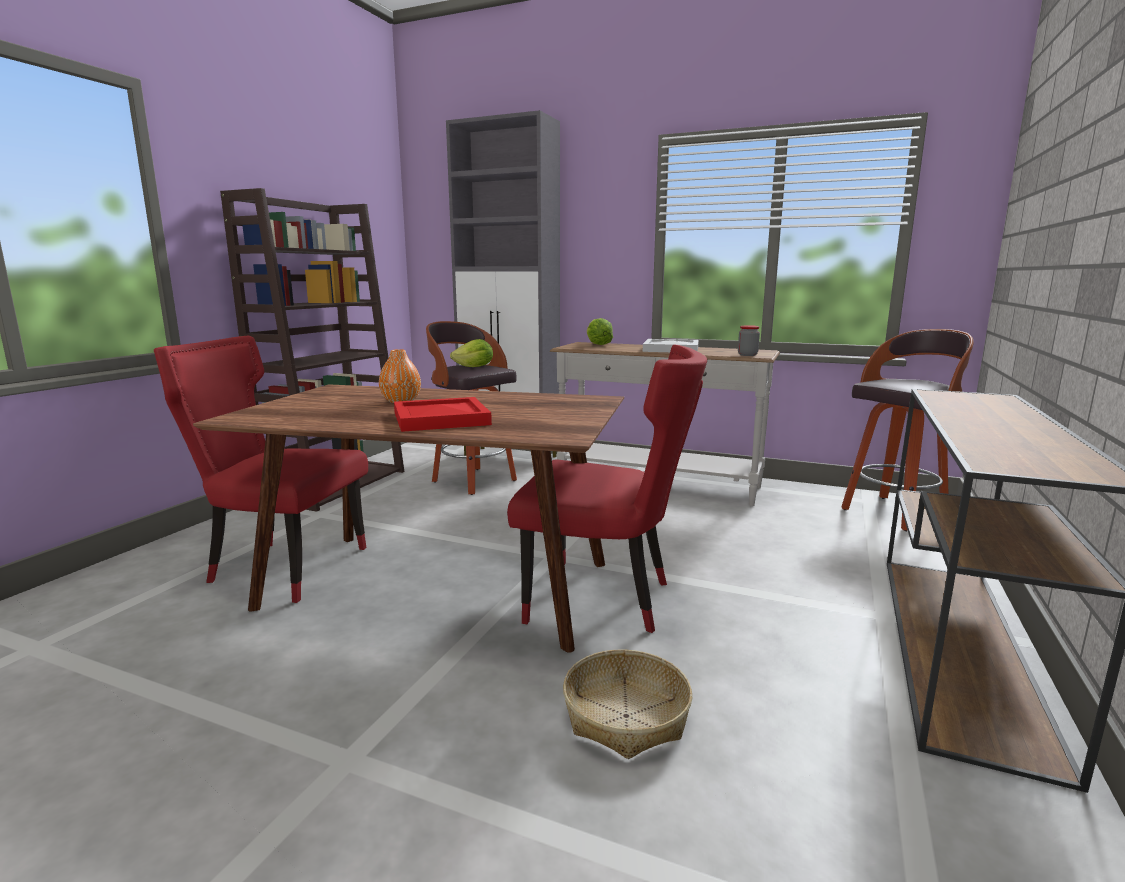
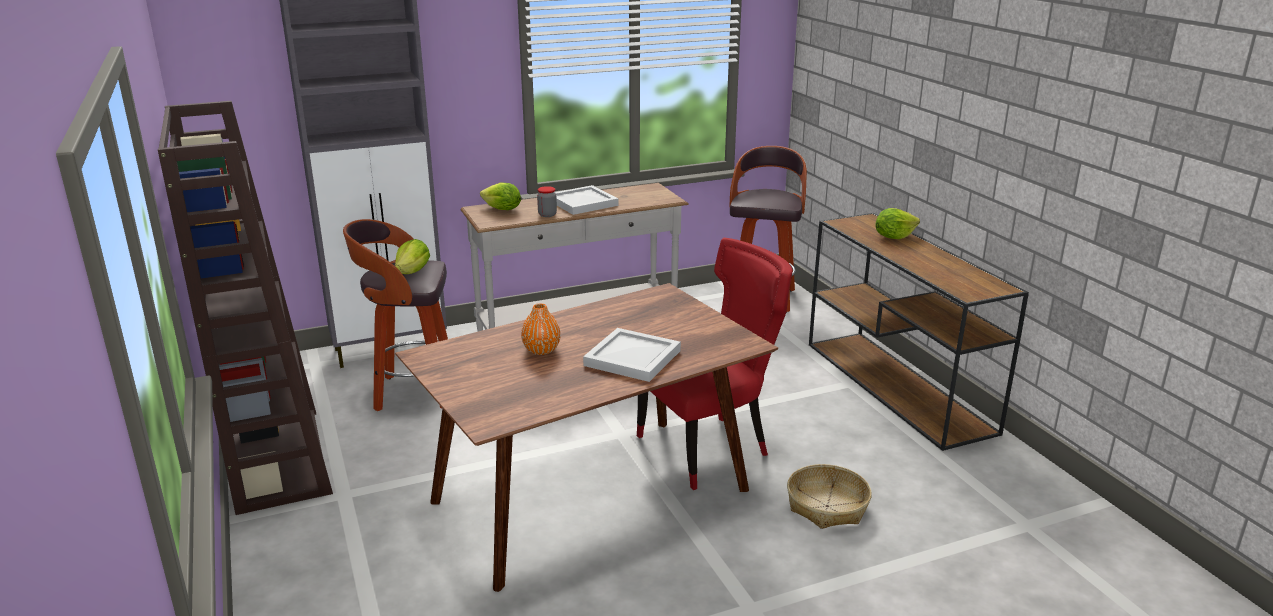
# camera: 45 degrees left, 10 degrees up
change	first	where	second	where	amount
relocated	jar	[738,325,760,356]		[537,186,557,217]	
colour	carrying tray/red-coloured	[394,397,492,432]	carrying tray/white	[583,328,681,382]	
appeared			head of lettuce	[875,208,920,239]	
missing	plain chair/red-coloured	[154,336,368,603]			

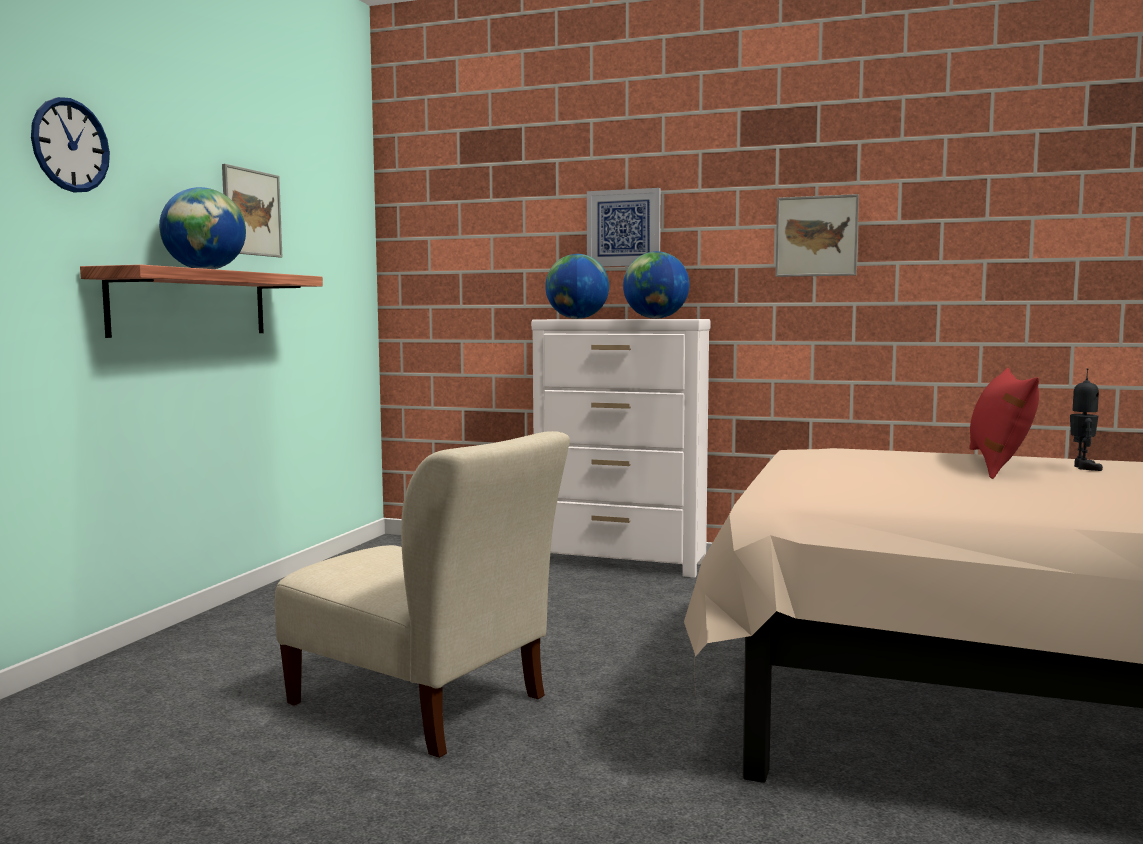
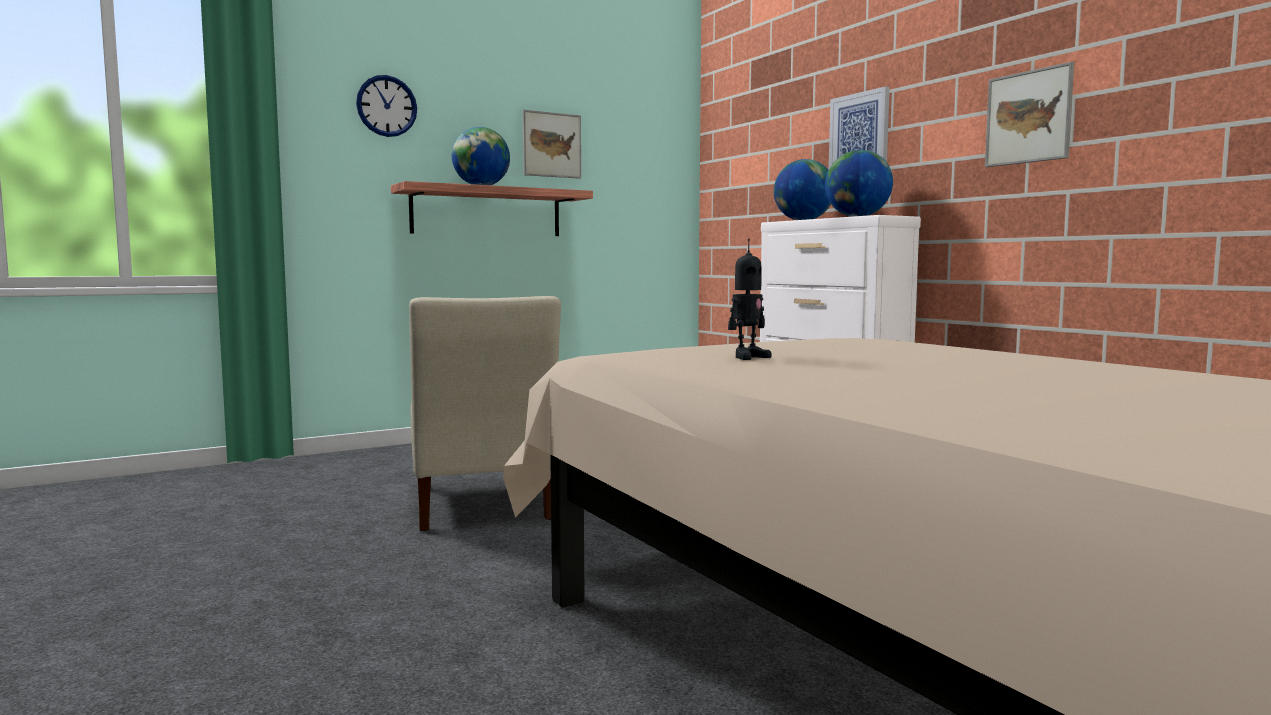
# camera: 40 degrees right, 0 degrees up
change	first	where	second	where	amount
relocated	robot figure	[1070,368,1103,471]		[728,239,772,360]	
missing	cushion/red-coloured	[969,368,1039,479]			

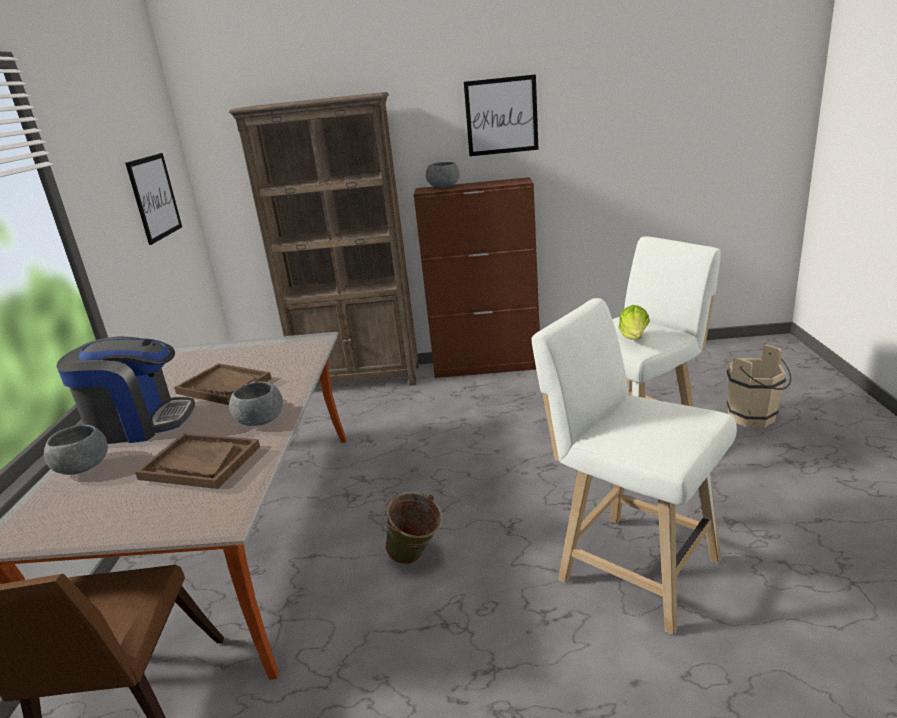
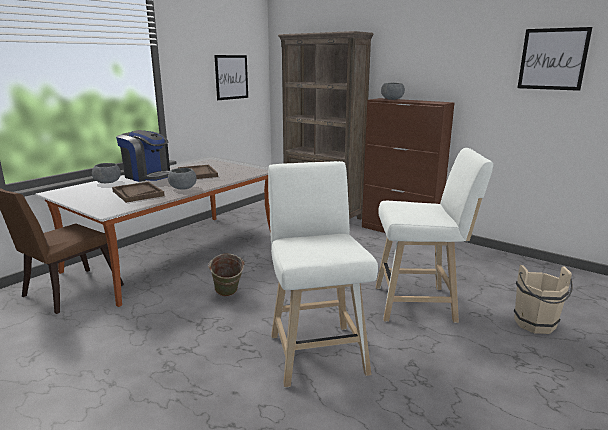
# camera: 35 degrees right, 5 degrees down
change	first	where	second	where	amount
relocated	picture	[464,74,539,156]		[518,27,592,91]	
missing	head of lettuce	[618,305,650,340]			

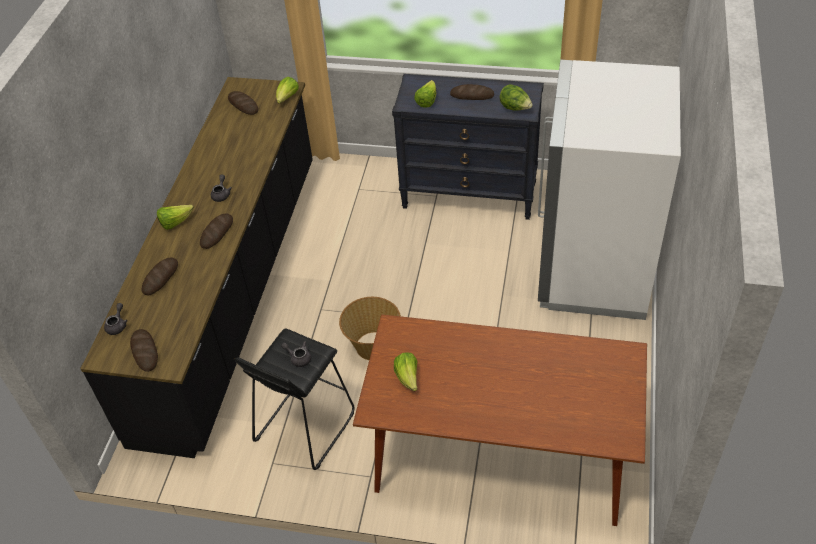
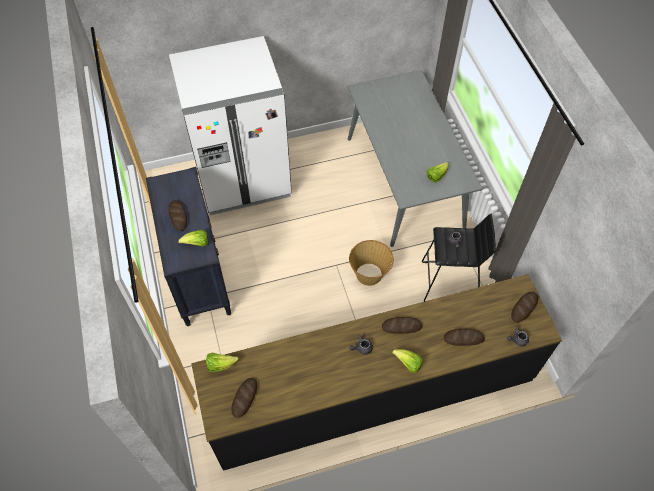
# camera: 120 degrees left, 10 degrees up
change	first	where	second	where	amount
colour	dining table/brown	[353,314,647,526]	dining table/grey	[348,70,482,247]	
missing	head of lettuce	[499,84,533,111]			

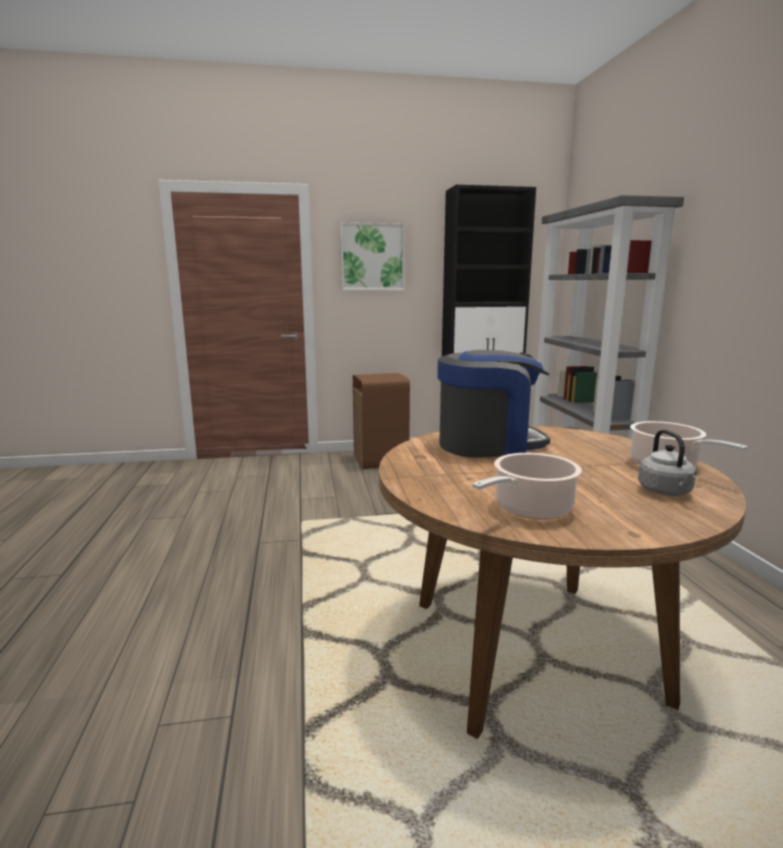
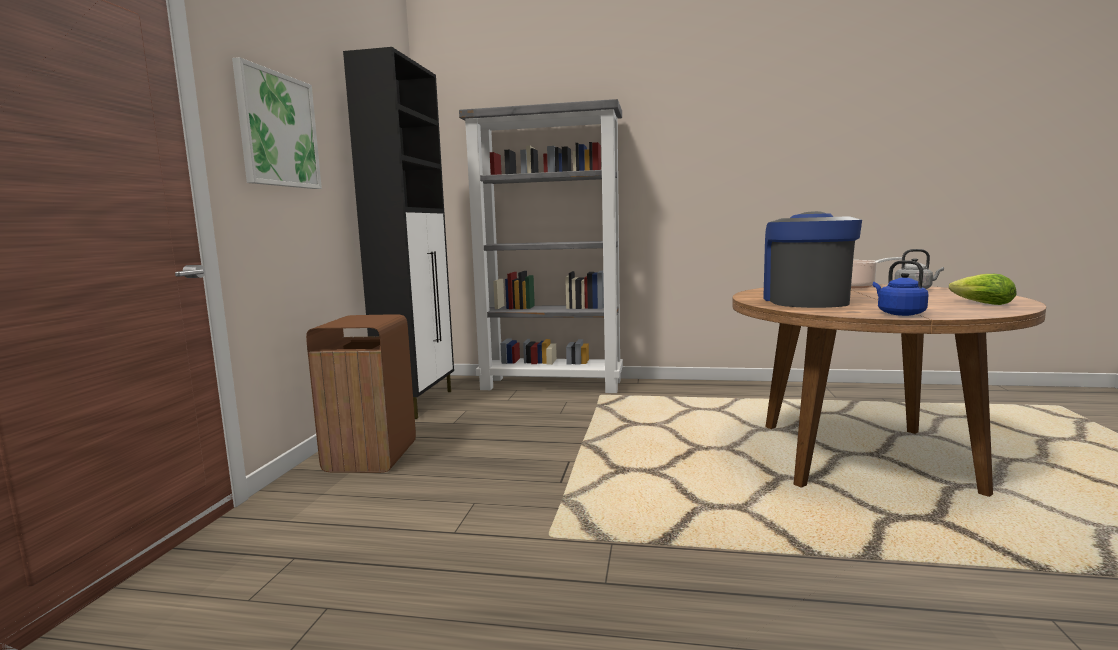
# camera: 70 degrees left, 5 degrees down
change	first	where	second	where	amount
appeared			tea kettle/blue	[873,260,929,316]	
exchanged	saucepot	[472,453,582,519]	head of lettuce	[949,274,1017,305]	

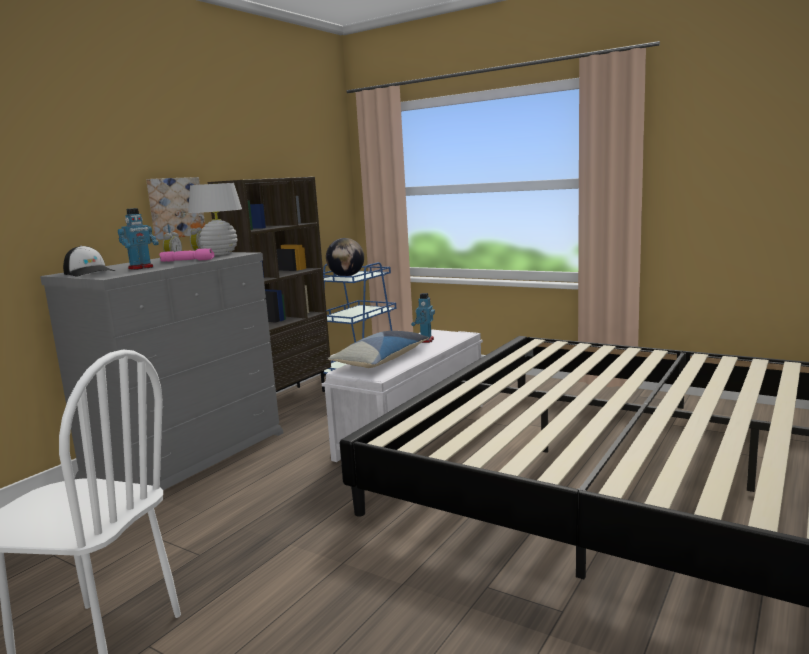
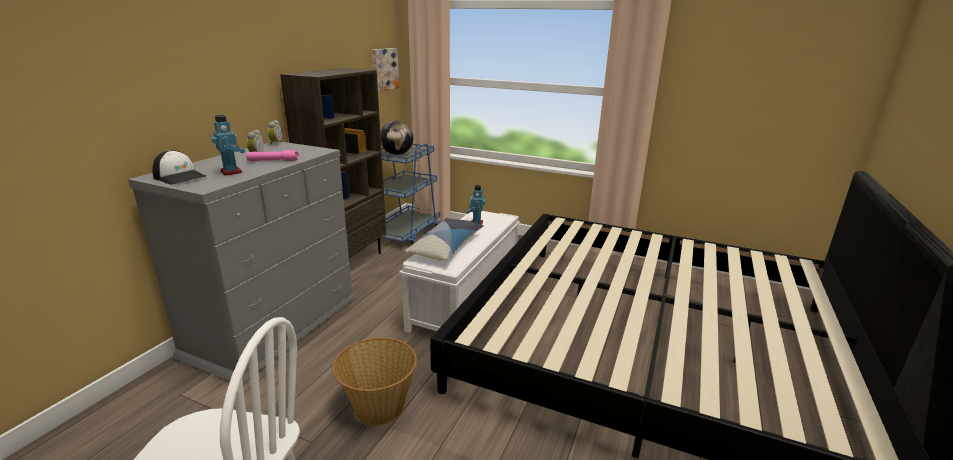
# camera: 10 degrees left, 10 degrees up
change	first	where	second	where	amount
spun	robot figure	[118,208,159,270]		[211,115,245,175]	75 degrees counterclockwise
appeared			household basket	[332,338,417,426]	
relocated	picture	[146,177,205,240]		[372,48,399,92]	
missing	lamp for a table/white	[188,183,242,255]			

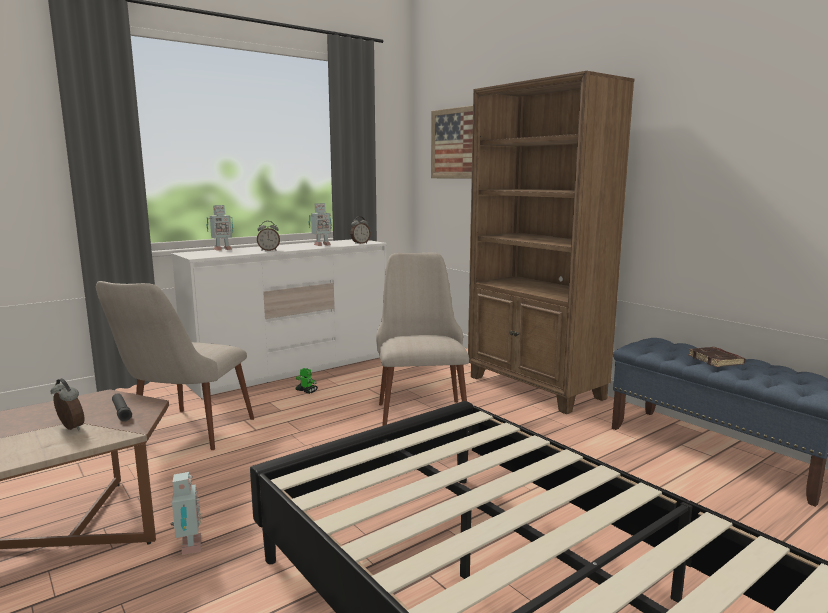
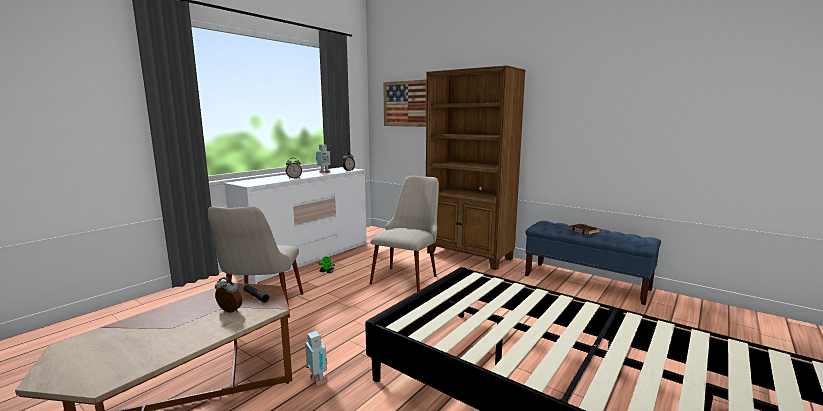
# camera: 15 degrees left, 0 degrees up
change	first	where	second	where	amount
spun	plain chair/beige	[376,253,469,426]		[370,176,439,292]	45 degrees clockwise
missing	robot figure	[206,205,233,251]			

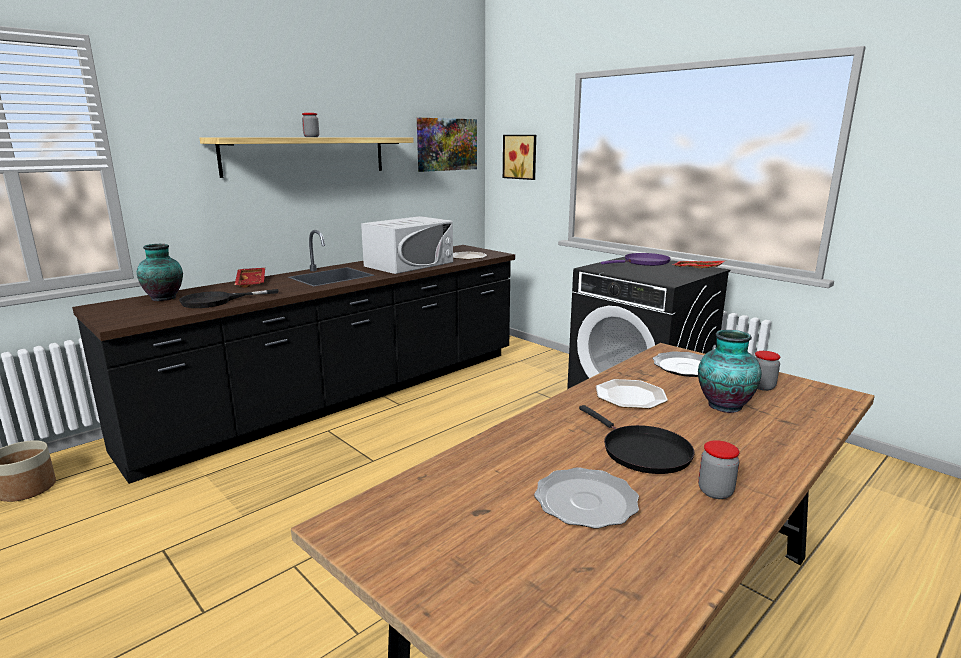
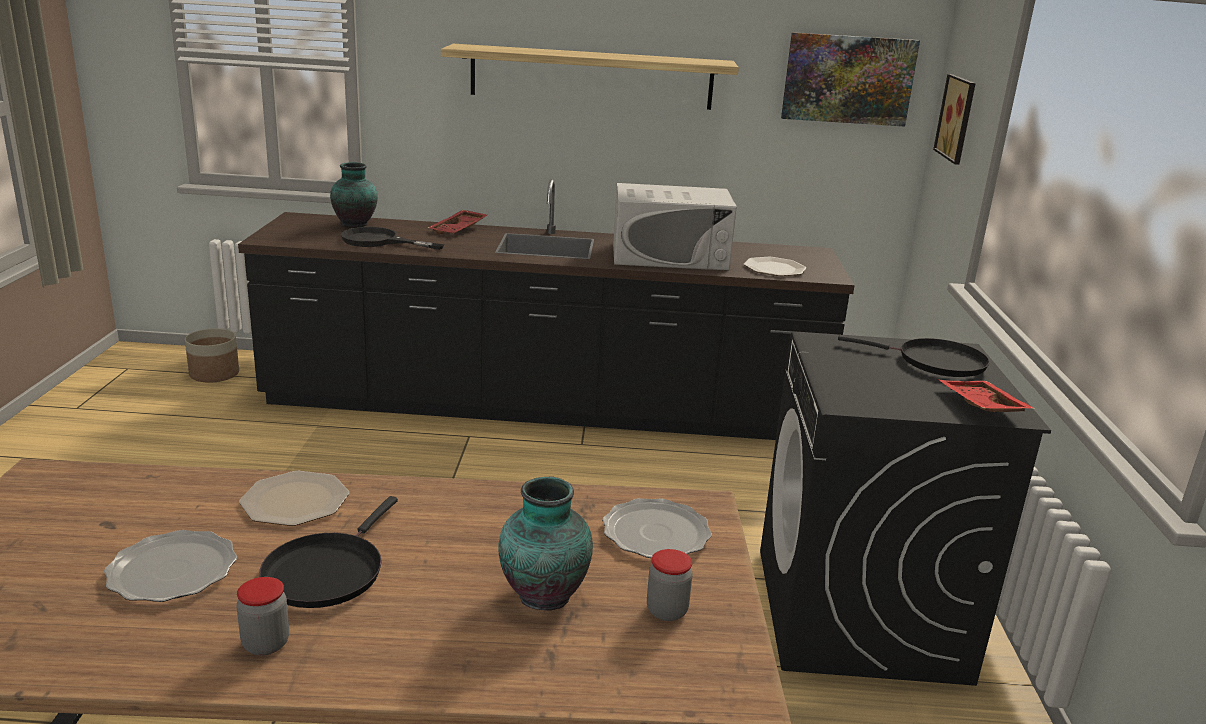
# camera: 45 degrees right, 5 degrees up
change	first	where	second	where	amount
relocated	dinner plate	[596,379,668,409]		[239,471,349,526]	
colour	frying pan/purple	[601,253,671,266]	frying pan/black-coloured	[838,335,990,377]	
missing	jar	[302,113,319,137]			

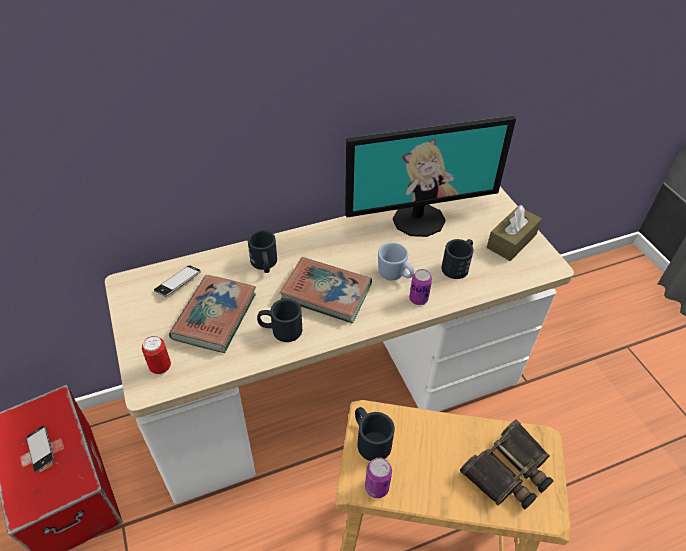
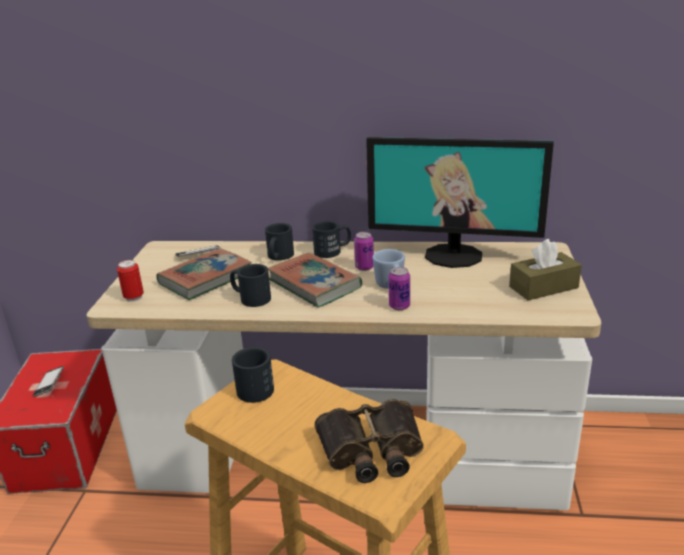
# camera: 30 degrees right, 20 degrees down
change	first	where	second	where	amount
relocated	coffee mug/black-coloured	[442,239,474,279]		[312,221,351,258]	
relocated	can	[365,457,392,498]		[354,232,374,271]	

